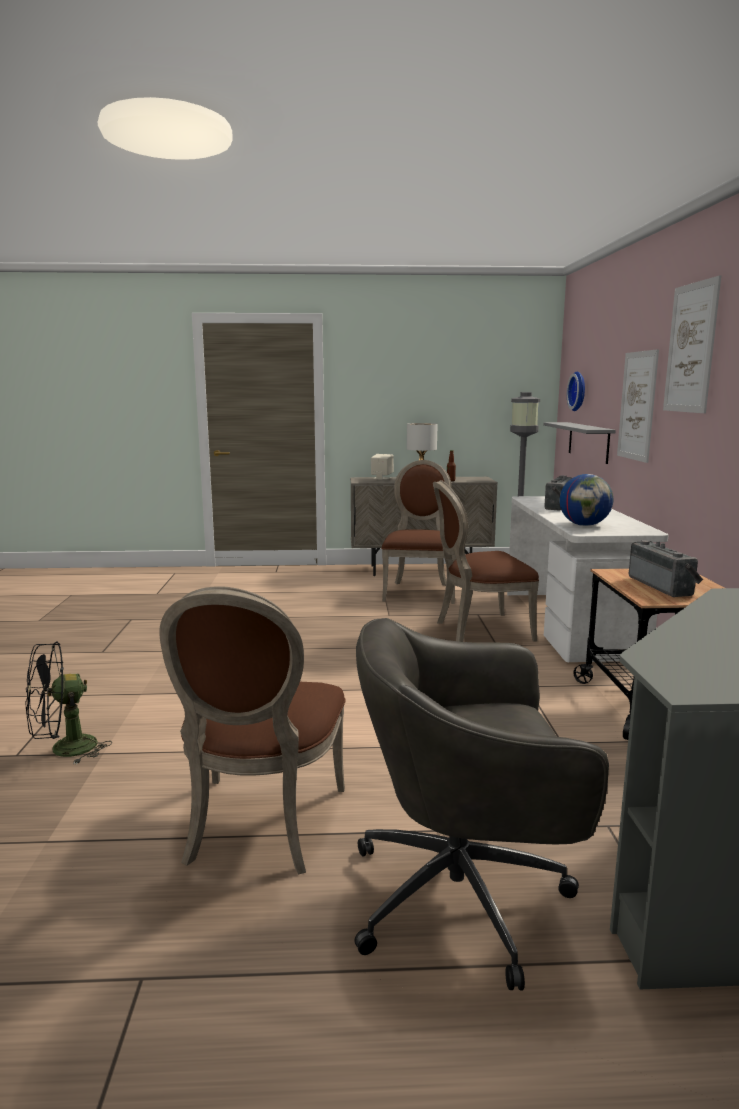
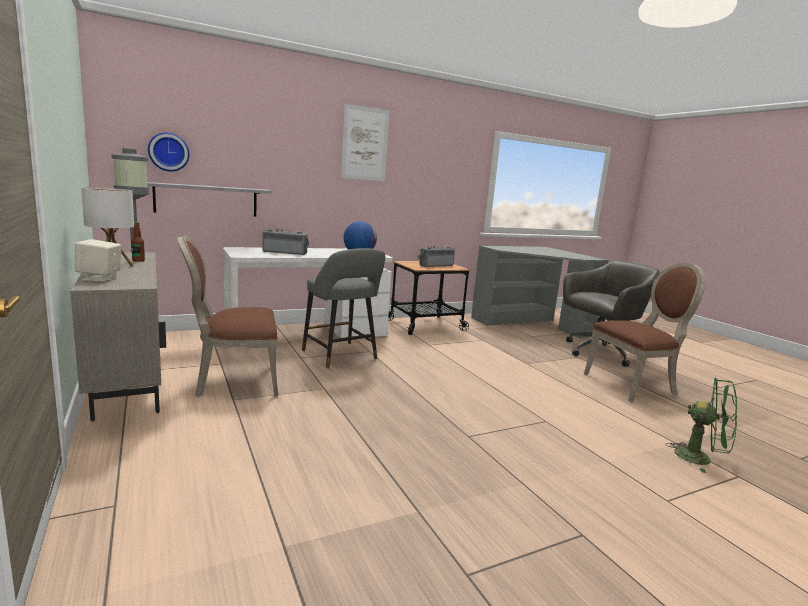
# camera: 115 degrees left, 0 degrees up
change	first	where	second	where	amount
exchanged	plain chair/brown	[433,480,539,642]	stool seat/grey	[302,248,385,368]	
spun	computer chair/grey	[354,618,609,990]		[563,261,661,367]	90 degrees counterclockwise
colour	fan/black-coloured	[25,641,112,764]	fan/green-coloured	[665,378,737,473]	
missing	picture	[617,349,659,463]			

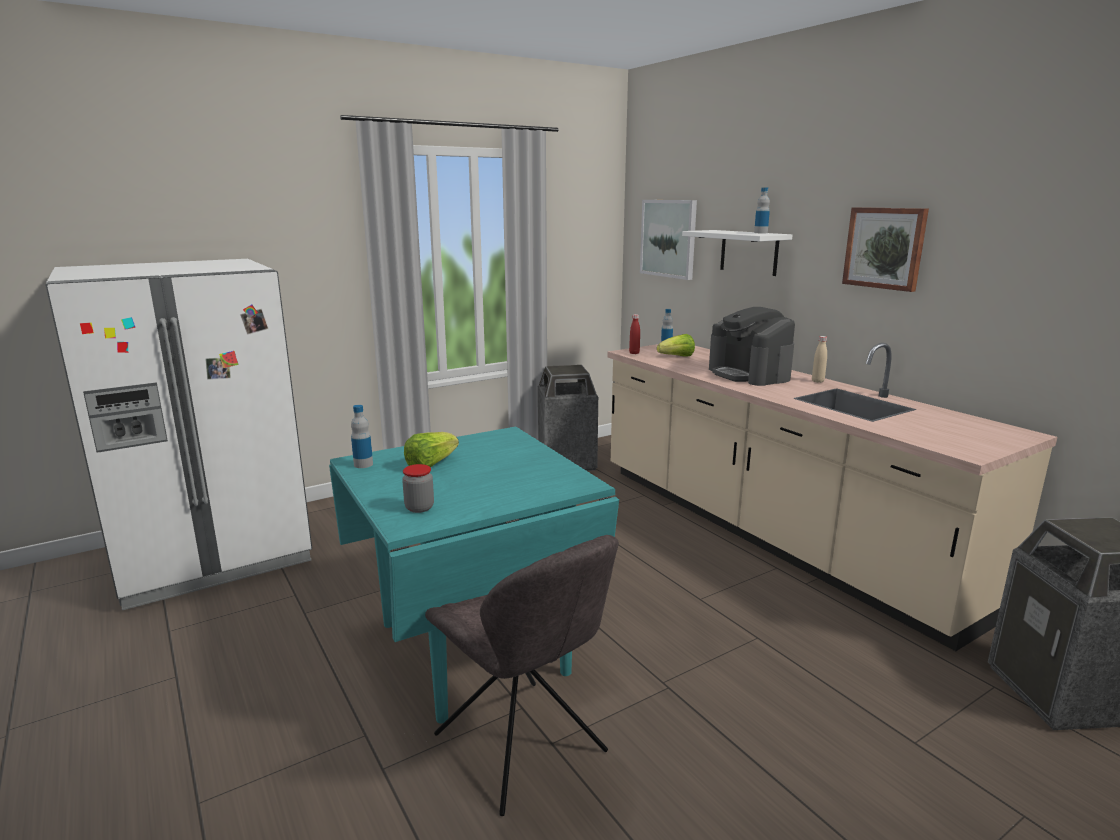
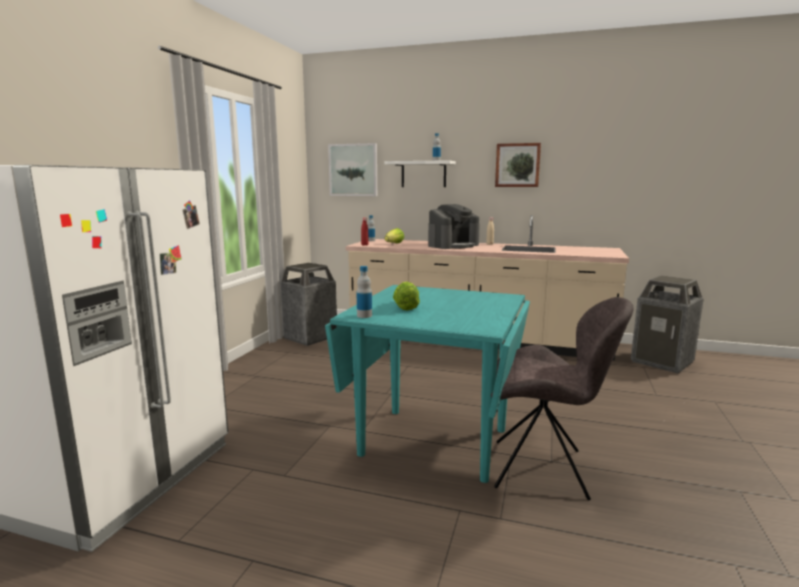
# camera: 40 degrees left, 5 degrees down
change	first	where	second	where	amount
spun	coffee brewer	[709,307,795,386]		[428,204,480,249]	60 degrees counterclockwise
missing	jar	[402,464,434,513]			

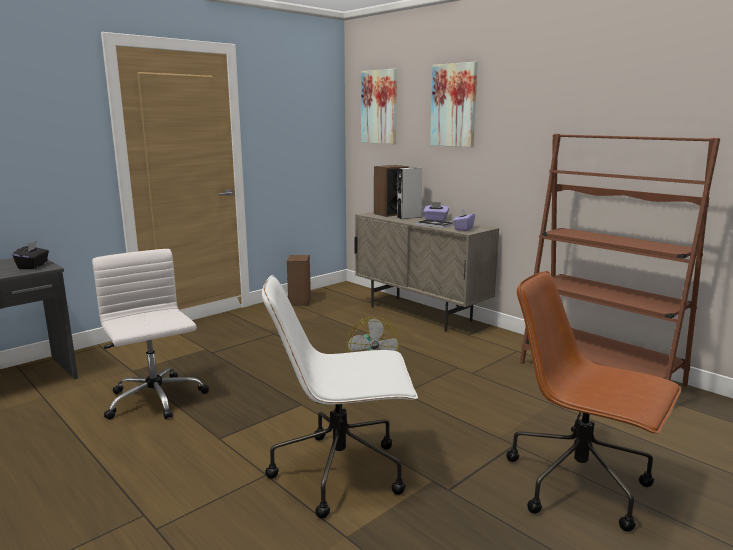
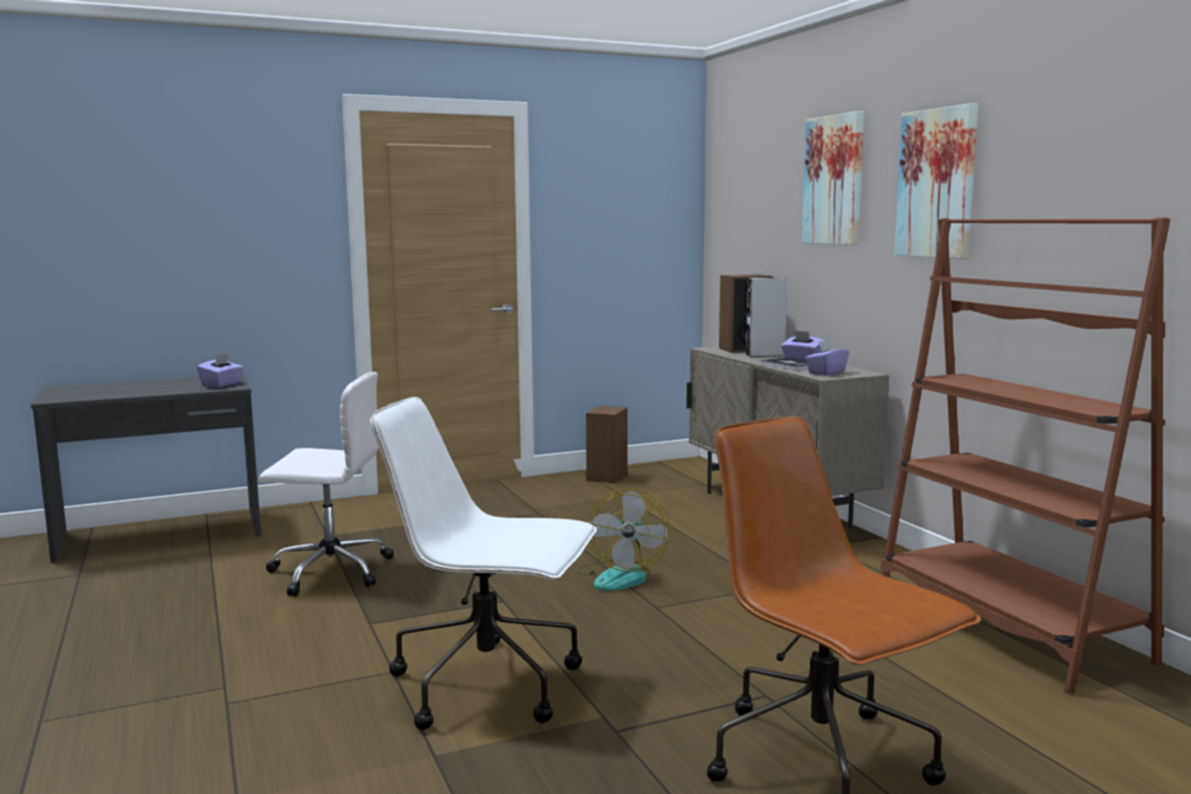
# camera: 20 degrees right, 5 degrees down
change	first	where	second	where	amount
colour	tissue box/black-coloured	[13,241,49,269]	tissue box/purple	[197,353,243,387]	
spun	computer chair/white	[92,249,209,420]		[259,372,394,597]	105 degrees clockwise
relocated	picture	[361,69,397,144]		[895,103,978,259]	

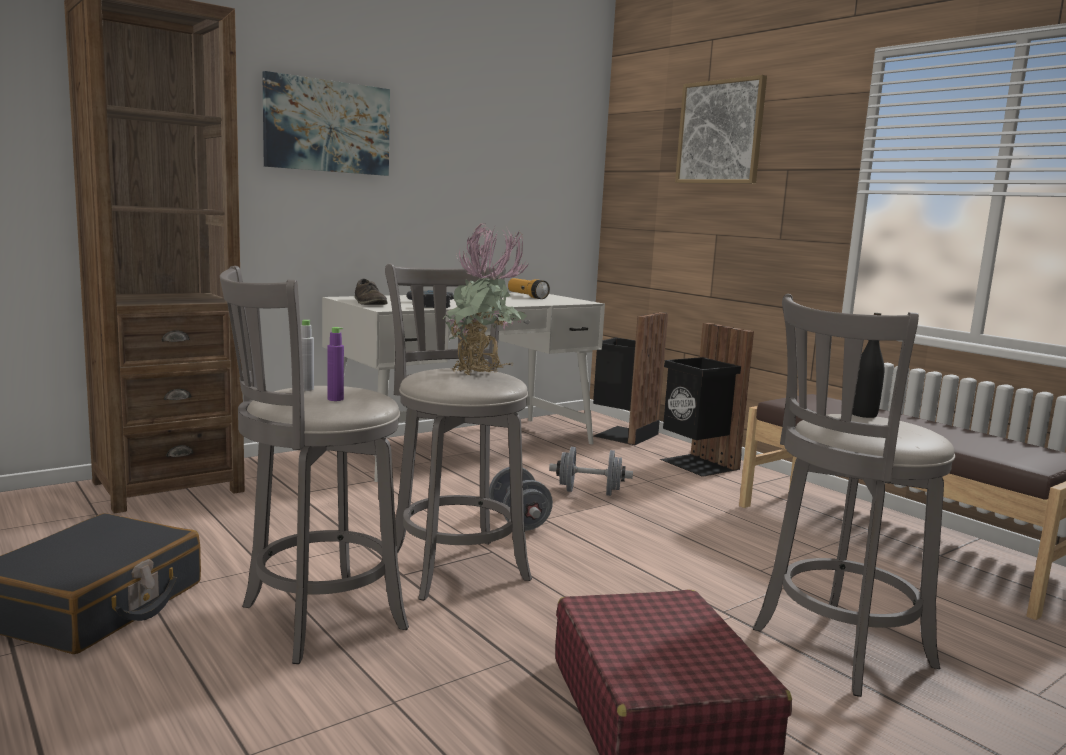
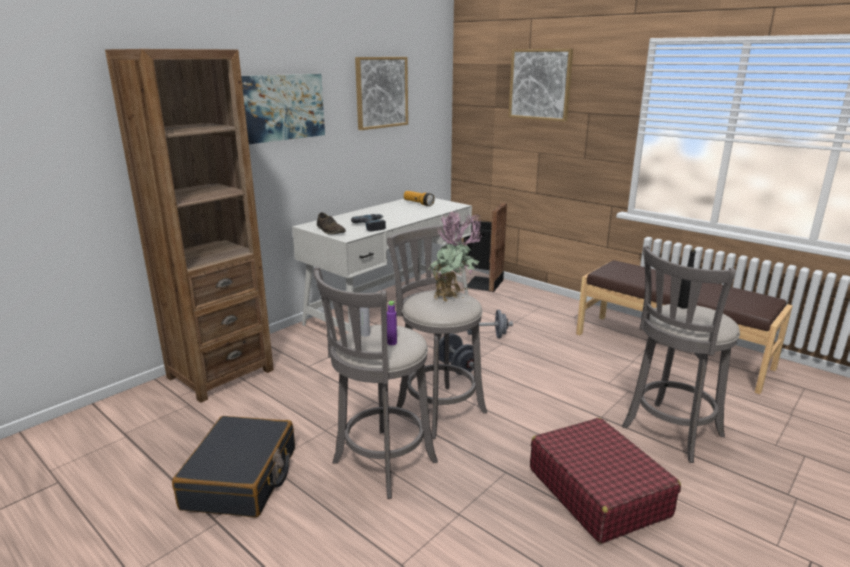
# camera: 10 degrees left, 10 degrees up
change	first	where	second	where	amount
appeared			picture	[355,57,408,130]	
missing	rubbish bin/black-coloured	[660,323,754,477]			

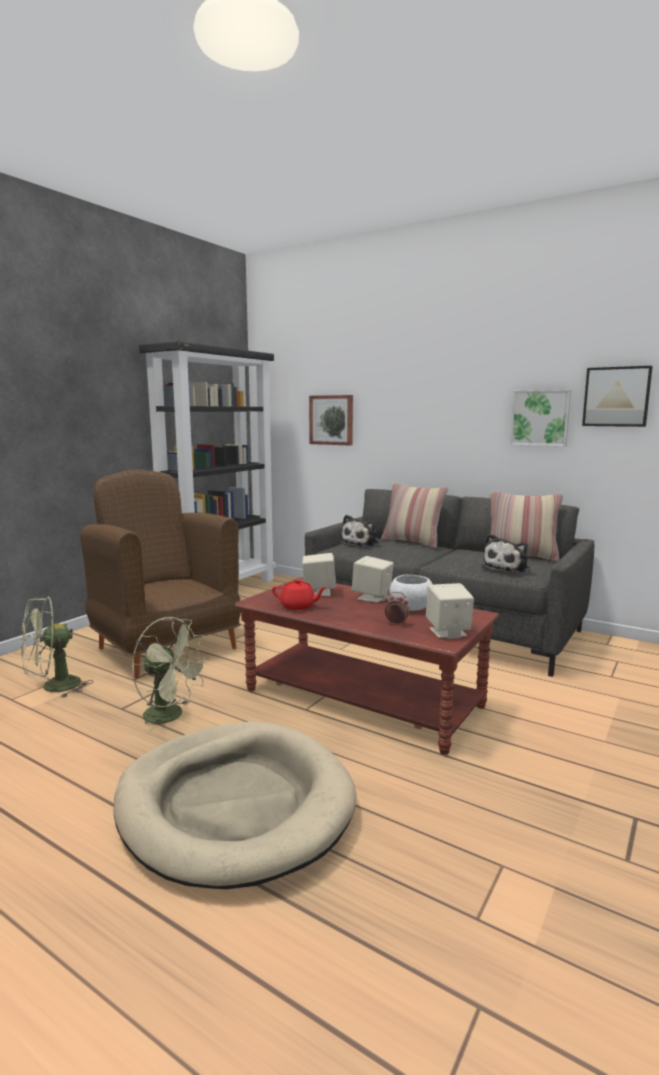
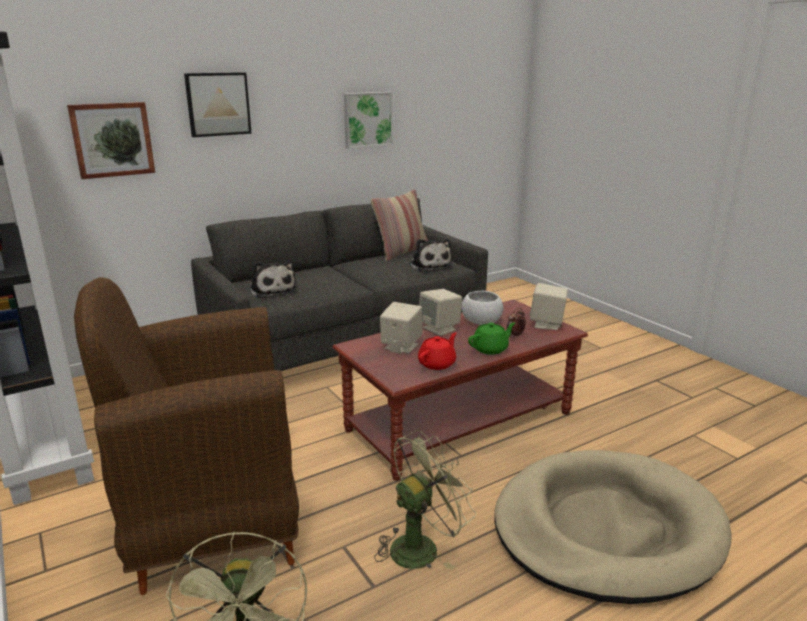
# camera: 65 degrees left, 10 degrees up
change	first	where	second	where	amount
relocated	picture	[582,366,653,427]		[184,72,252,137]	
appeared			teapot/green-coloured	[468,322,515,355]	
missing	cushion	[381,483,448,548]			

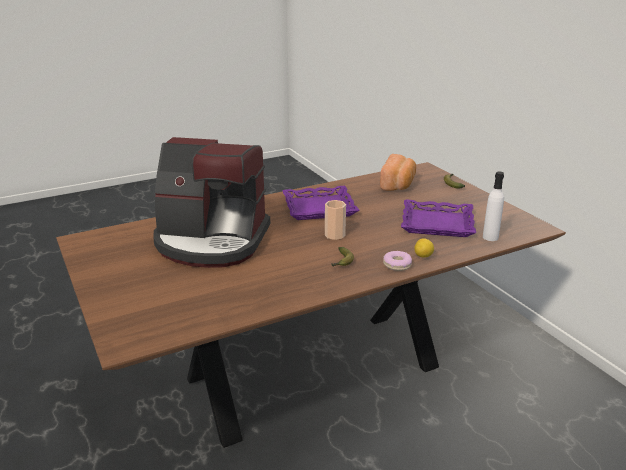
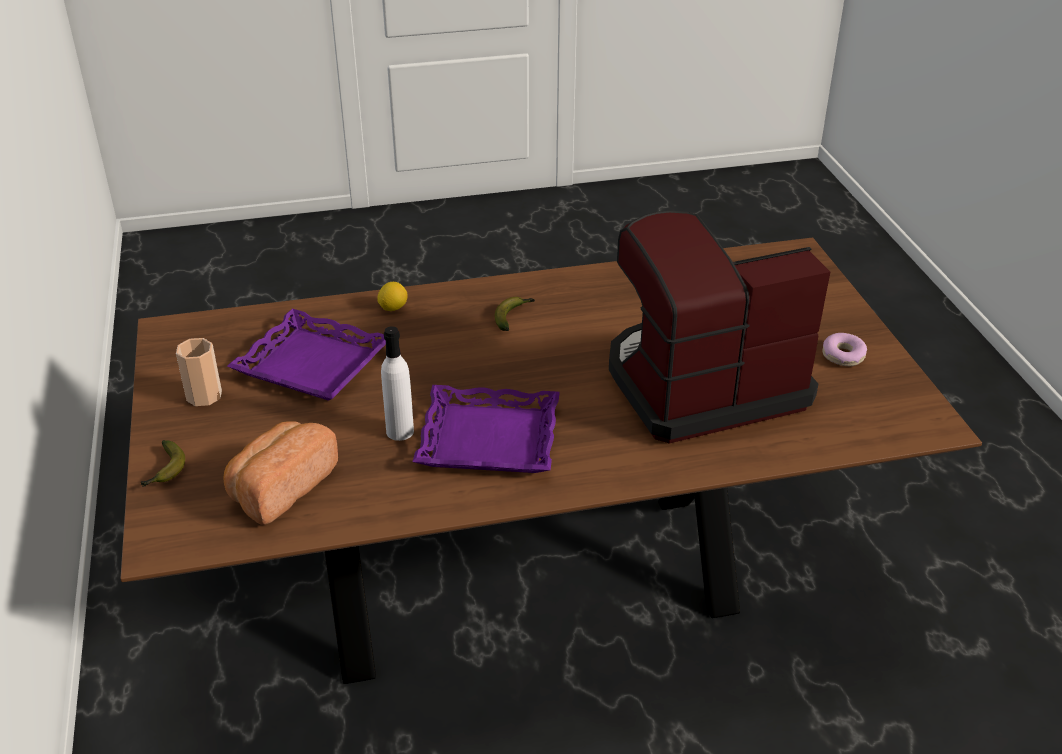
# camera: 165 degrees left, 10 degrees up
change	first	where	second	where	amount
relocated	drinking cup	[325,200,346,240]		[176,338,222,406]	
relocated	beverage bottle/white	[483,171,504,241]		[381,326,414,441]	
spun	coffee brewer	[153,137,270,268]		[609,210,830,443]	45 degrees counterclockwise
relocated	donut	[383,251,412,271]		[822,333,867,366]	

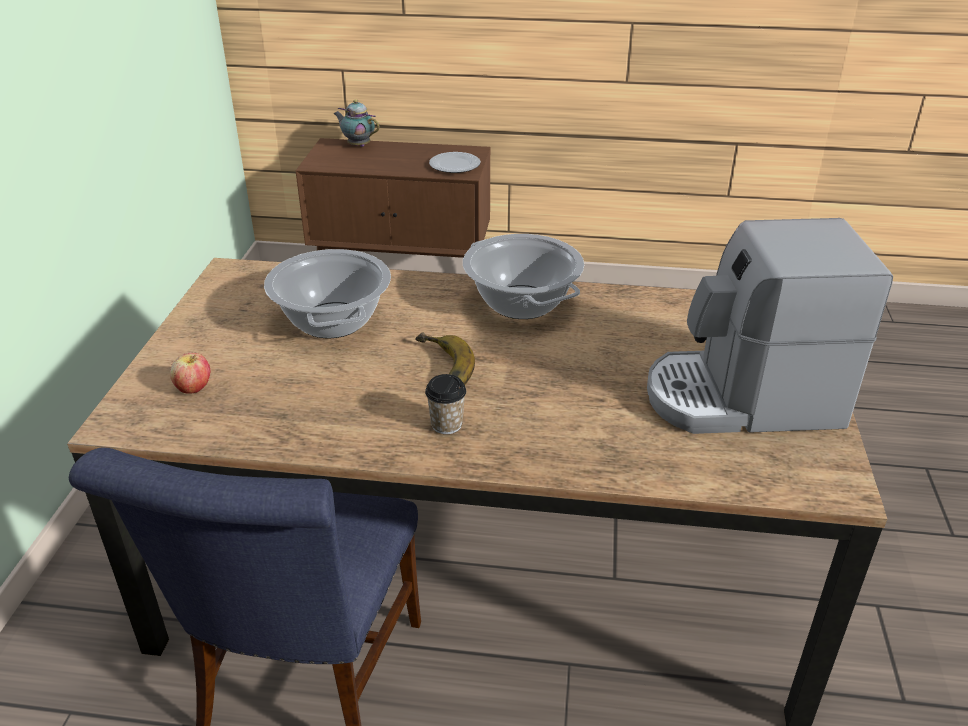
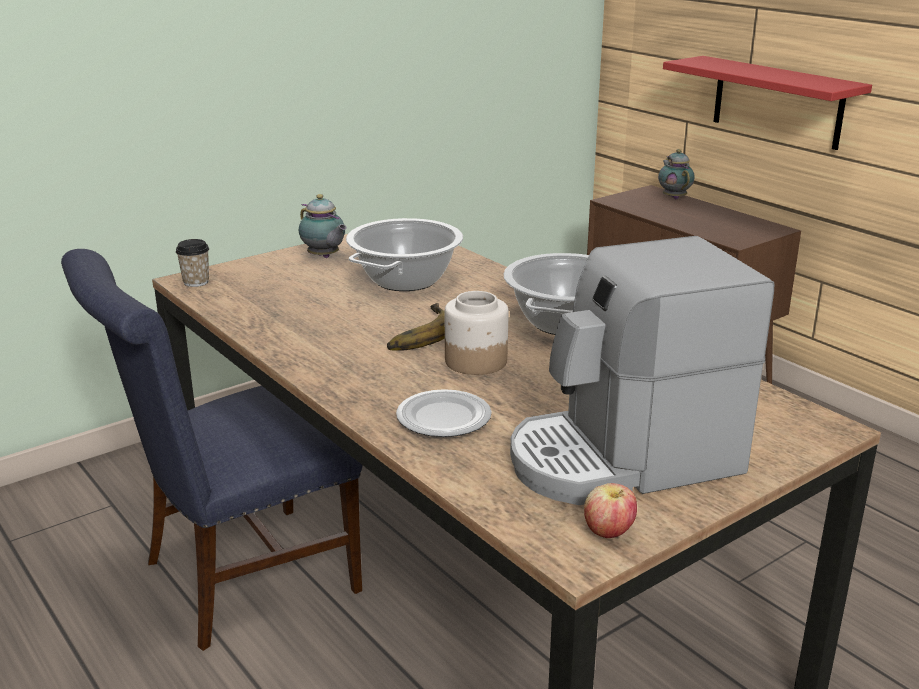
# camera: 45 degrees right, 10 degrees down
change	first	where	second	where	amount
relocated	drinking cup	[425,374,466,434]		[176,239,209,287]	
appeared			teapot	[299,194,347,258]	
relocated	dinner plate	[429,152,481,173]		[396,389,492,437]	
appeared			jar	[445,291,509,375]	
spun	coffee brewer	[647,218,893,434]		[510,236,774,505]	60 degrees counterclockwise
relocated	whole apple	[170,353,210,394]		[584,483,637,538]	
appeared			bracket shelf/red-coloured	[663,56,872,150]	

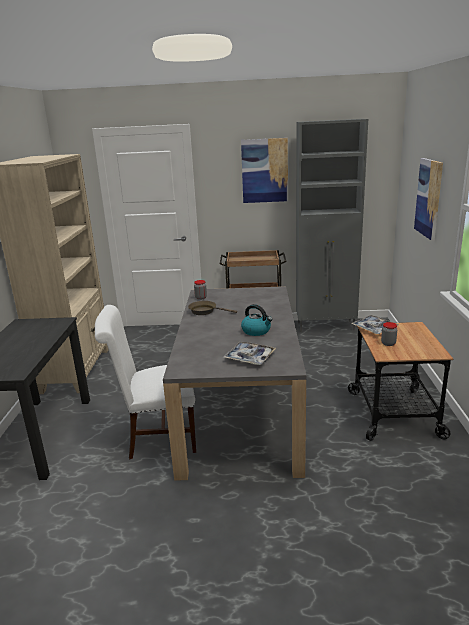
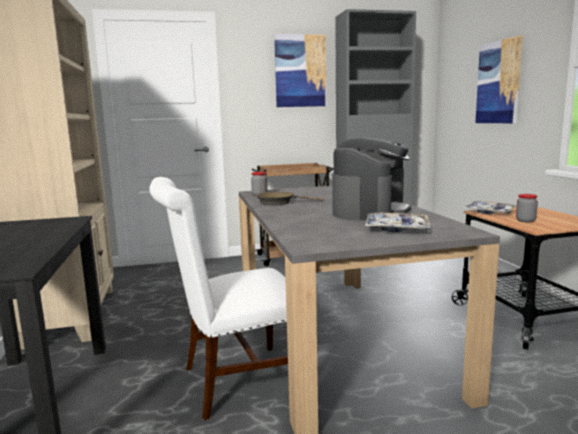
# camera: 15 degrees left, 10 degrees down
change	first	where	second	where	amount
exchanged	tea kettle	[241,304,272,336]	coffee brewer	[332,137,411,220]	

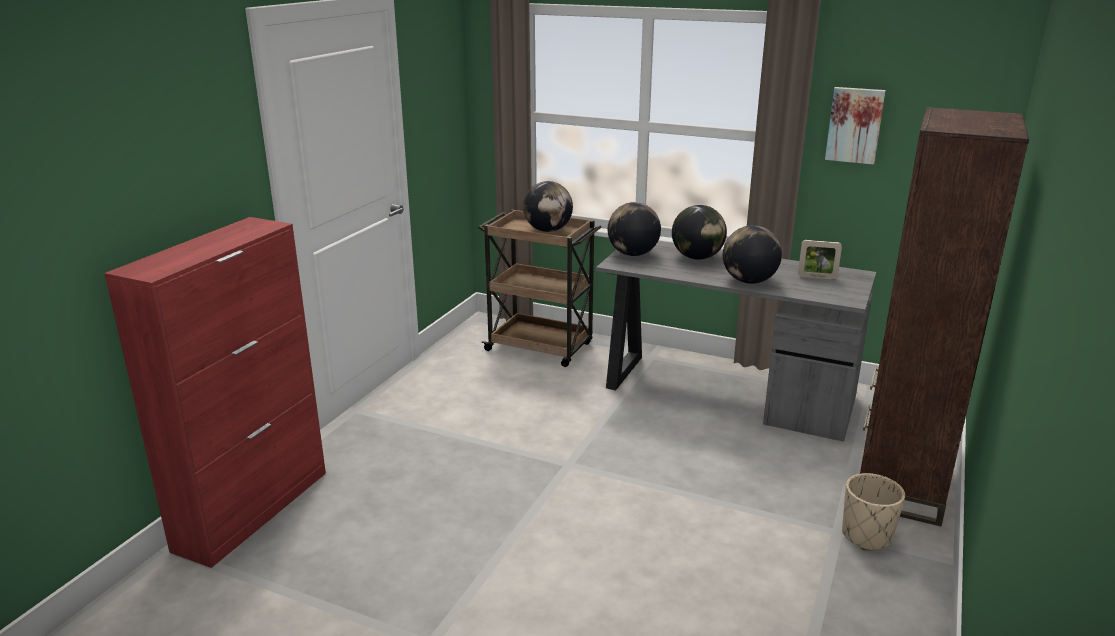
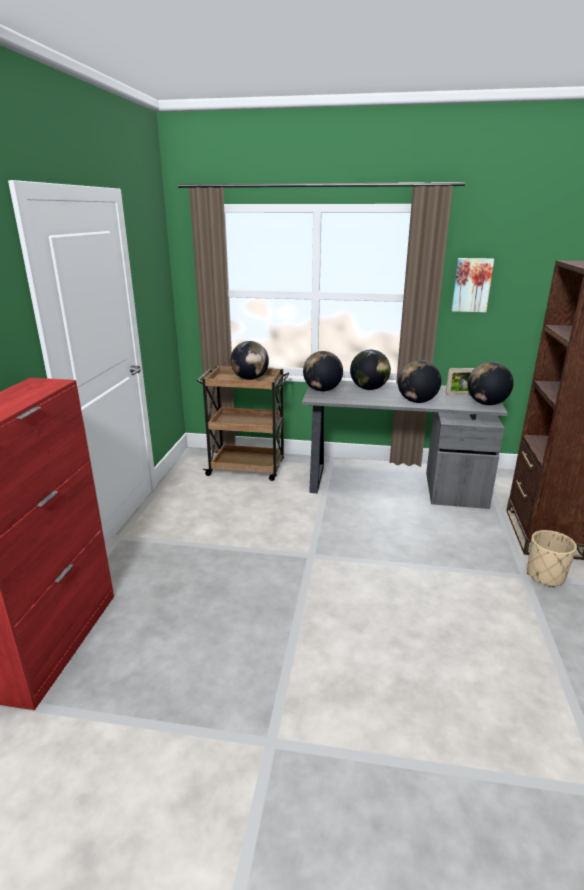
# camera: 15 degrees left, 0 degrees up
change	first	where	second	where	amount
appeared			globe	[468,362,514,405]	

